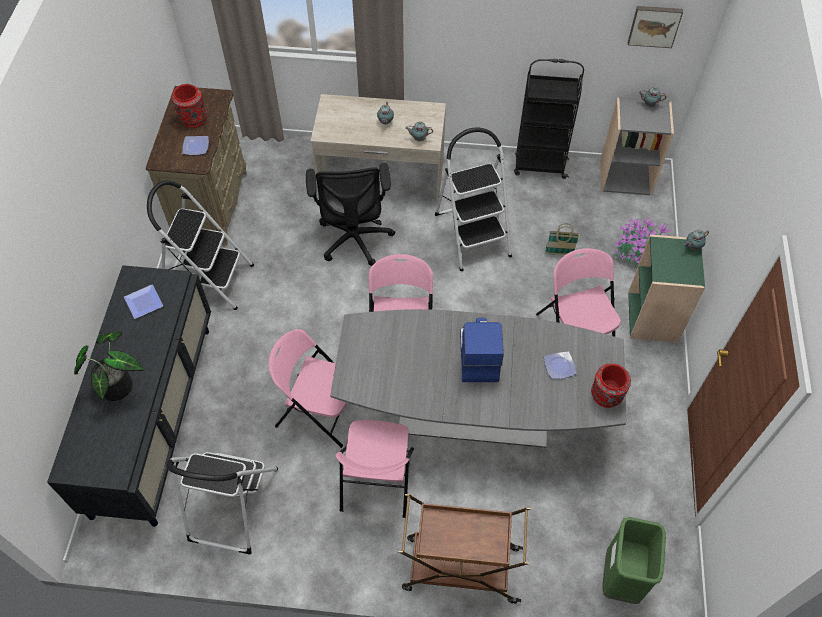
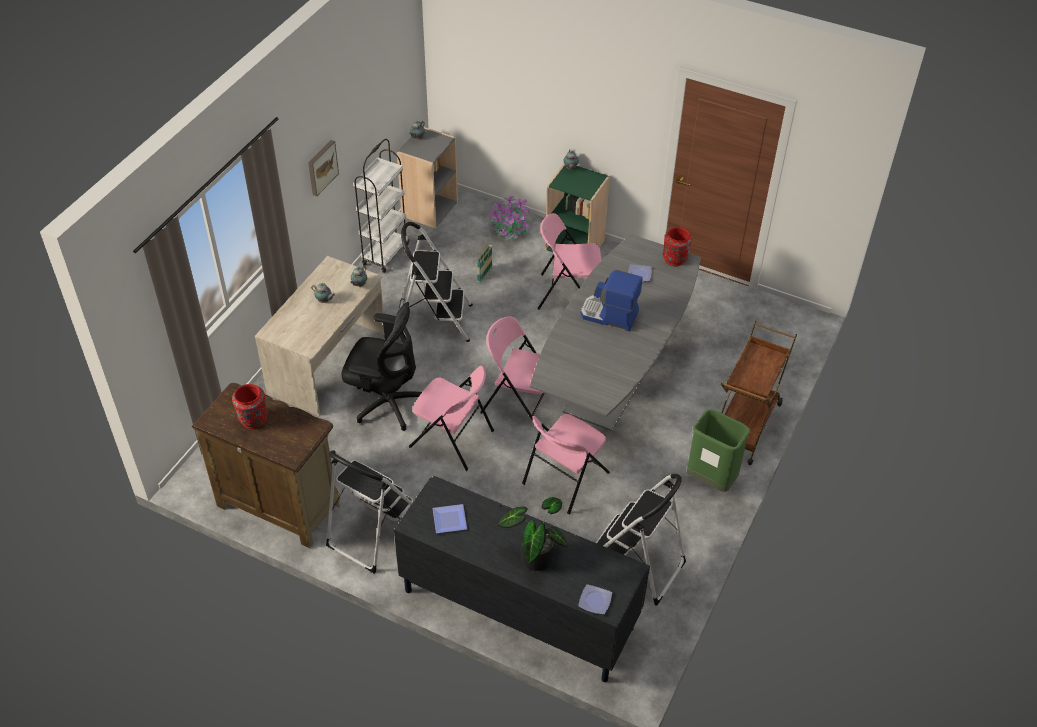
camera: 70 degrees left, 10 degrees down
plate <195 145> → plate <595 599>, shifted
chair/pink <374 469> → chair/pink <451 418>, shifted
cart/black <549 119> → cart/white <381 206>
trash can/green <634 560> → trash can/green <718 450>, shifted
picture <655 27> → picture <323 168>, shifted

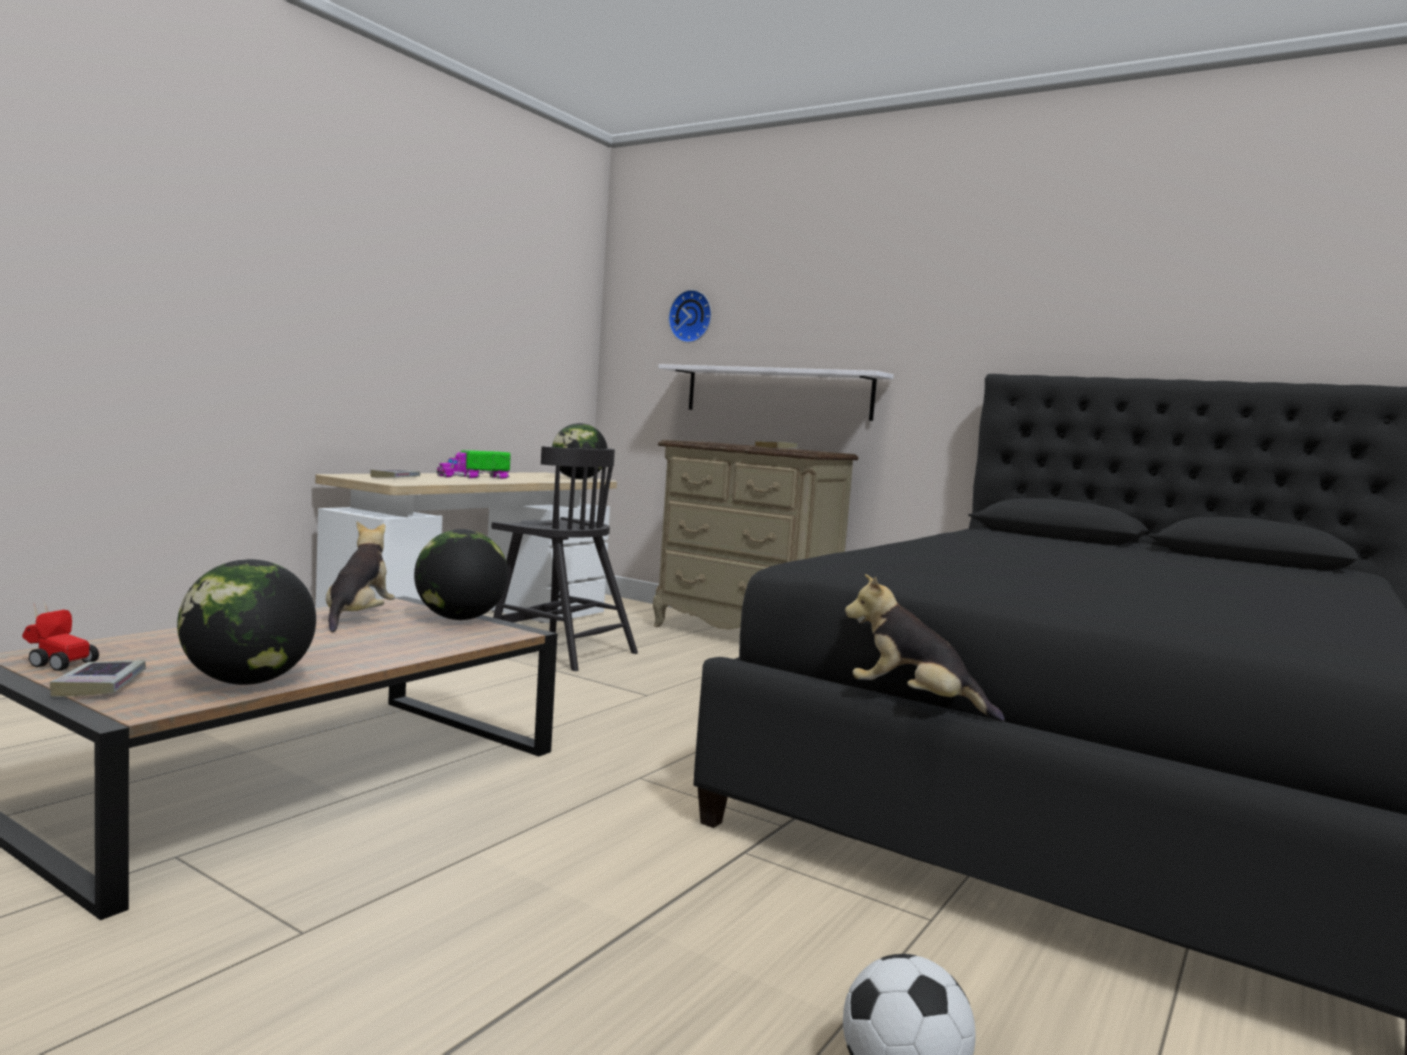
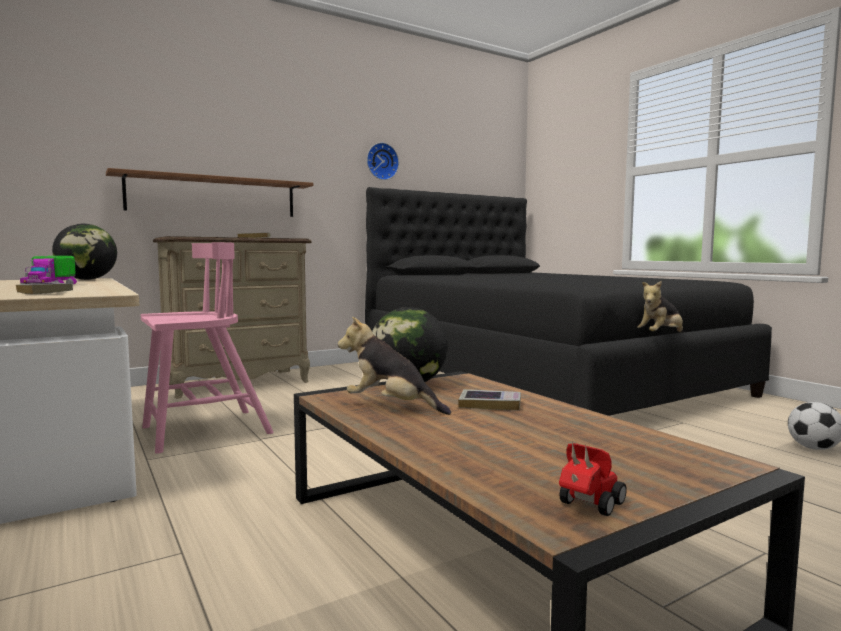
camera: 65 degrees left, 0 degrees up
book <98 678> → book <489 400>, shifted
globe <246 622> → -
chair/black <564 558> → chair/pink <207 348>
shelf/white <776 392> → shelf/brown <209 192>
wall clock <690 316> → wall clock <383 161>, shifted

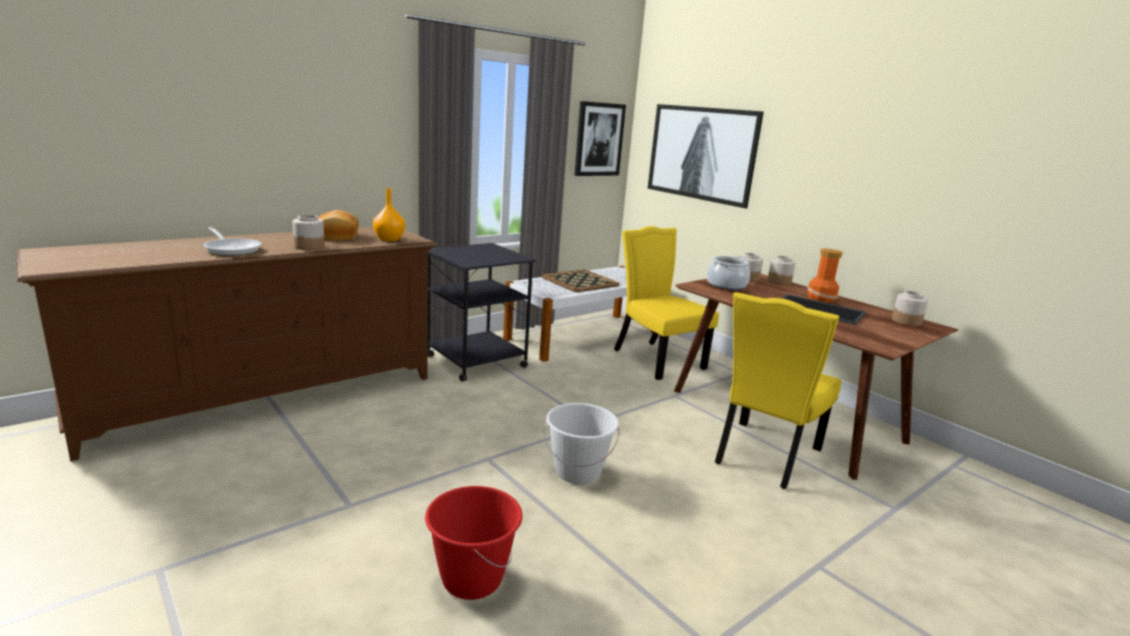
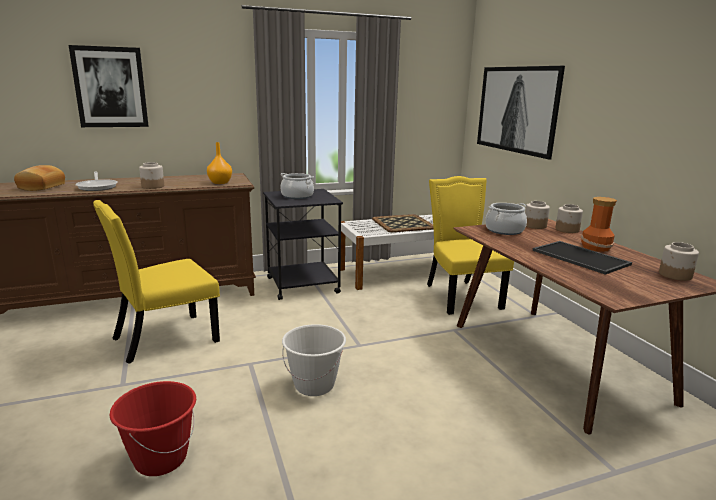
camera: 20 degrees right, 0 degrees up
bread <338 225> → bread <39 178>, shifted
picture <600 138> → picture <109 86>, shifted
chair/yellow <778 390> → chair/yellow <156 282>, shifted
- → cooking pot <297 186>

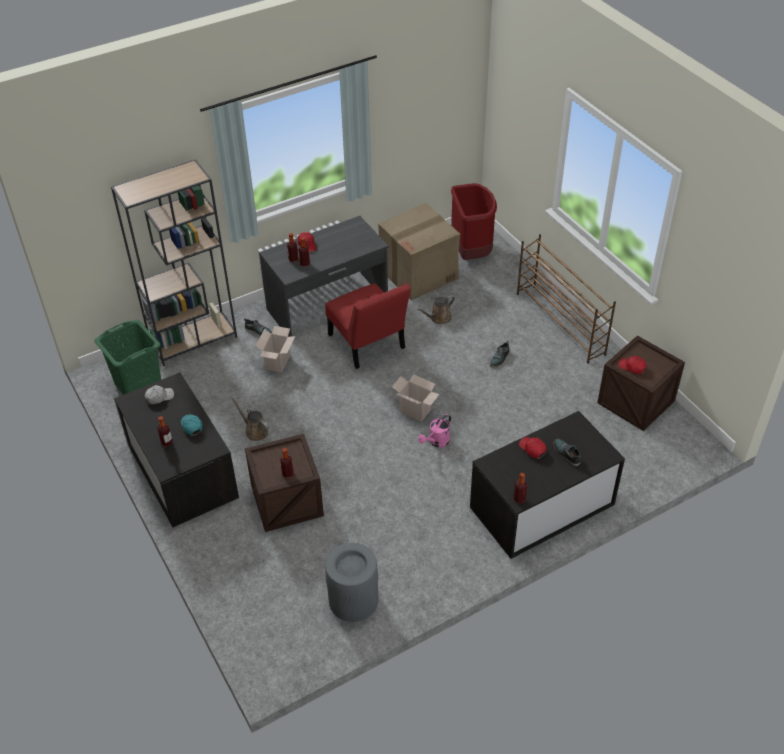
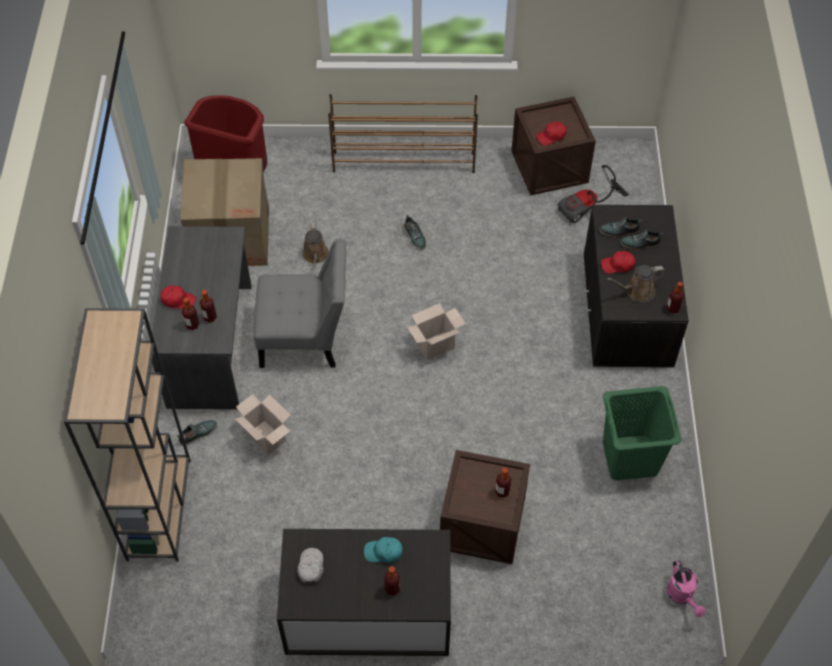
camera: 60 degrees left, 10 degrees up
laundry basket/green <127 357> → laundry basket/green <642 433>, shifted
watering can/brown <250 419> → watering can/brown <635 283>, shifted
chair/red <368 326> → chair/grey <300 303>
trash can/grey <351 582> → -
watering can/pink <434 431> → watering can/pink <686 588>, shifted
- → vacuum cleaner <593 194>
- → shoe <620 227>

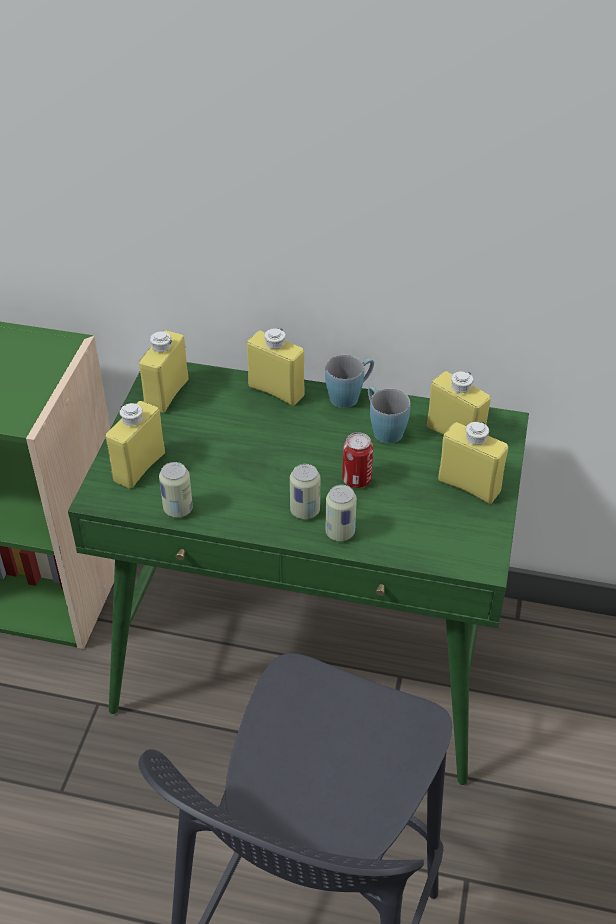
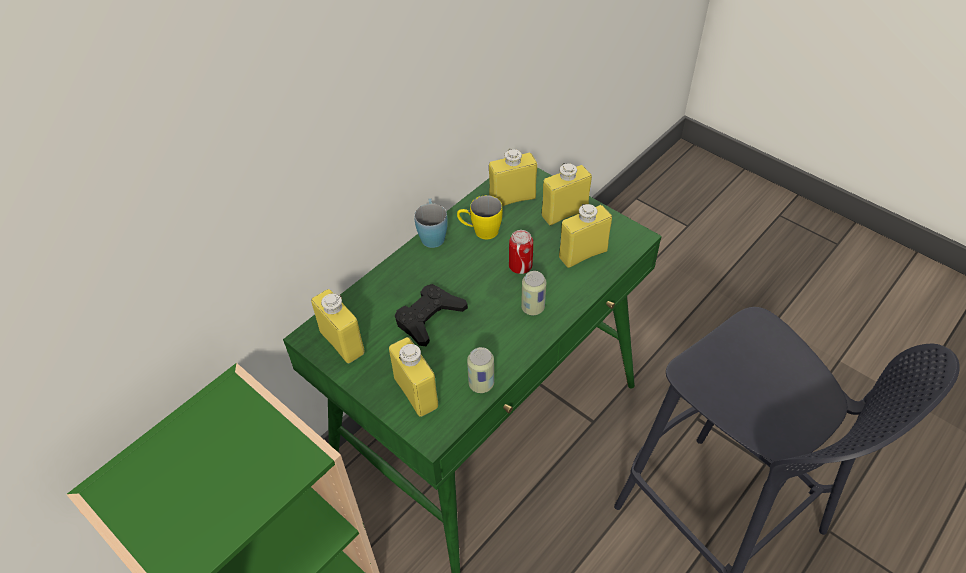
camera: 60 degrees left, 5 degrees up
bottle/yellow <276 367> → bottle/yellow <585 236>, shifted
can <341 513> → -
mug/blue <389 415> → mug/yellow <480 217>
- → game controller/black <431 315>

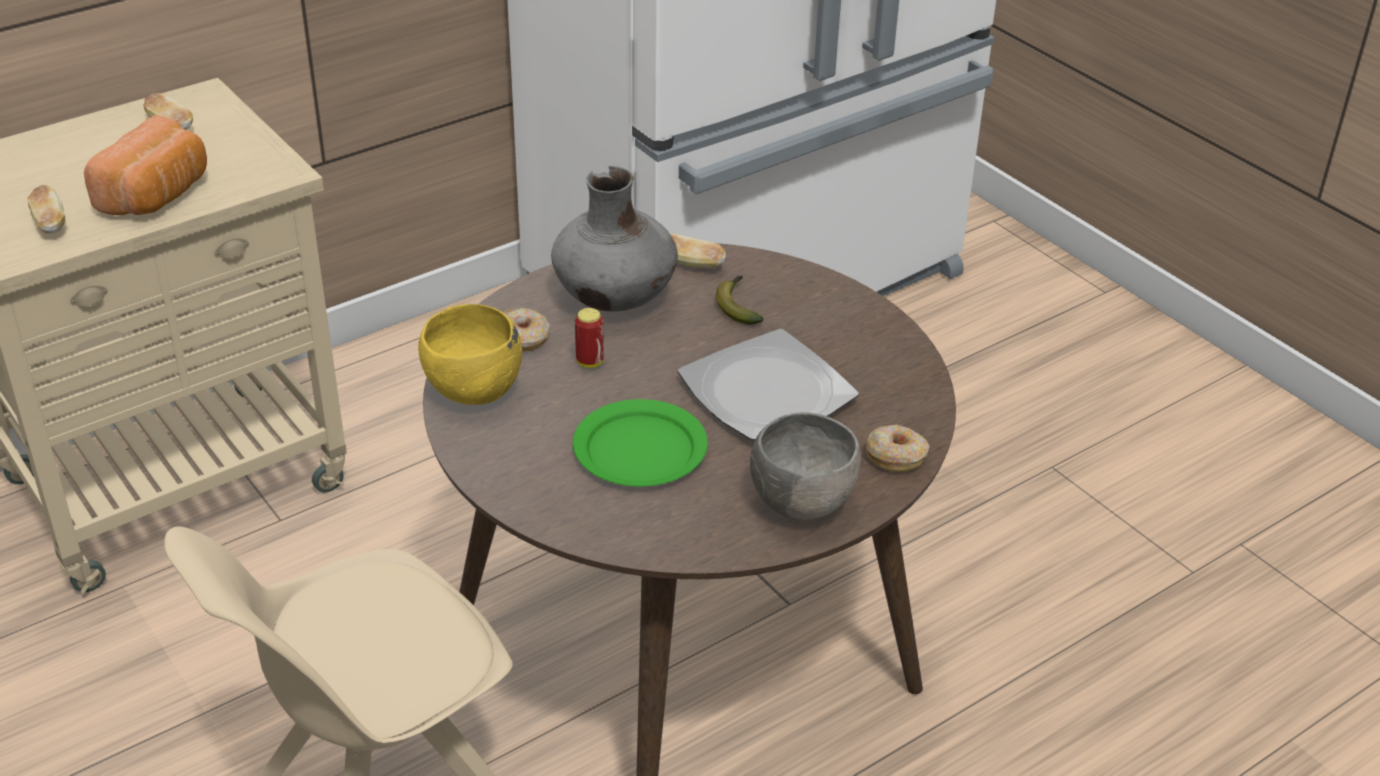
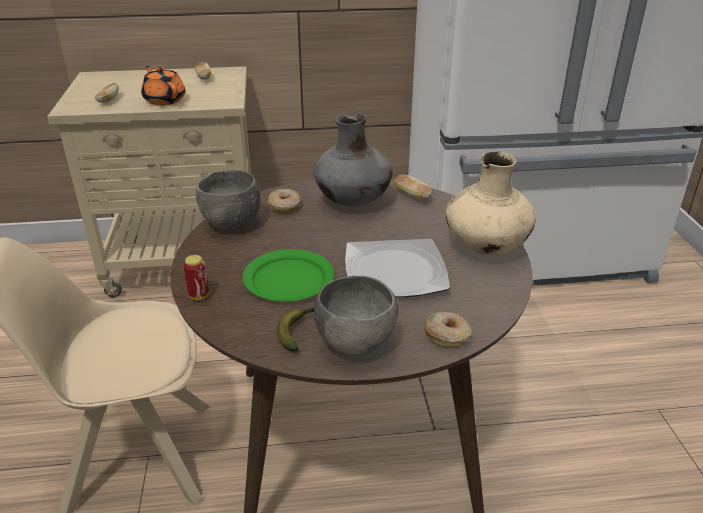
camera: 30 degrees right, 5 degrees down
bread <145 165> → teapot/orange <163 85>
bowl/yellow <470 354> → bowl/grey <228 200>
can <589 338> → can <196 277>, shifted
banana <739 300> → banana <295 329>, shifted
- → vase/beige <491 203>

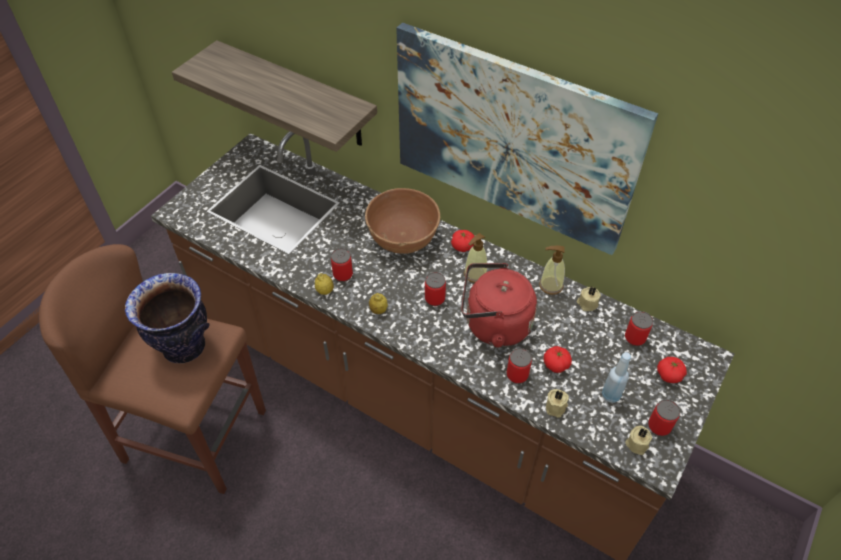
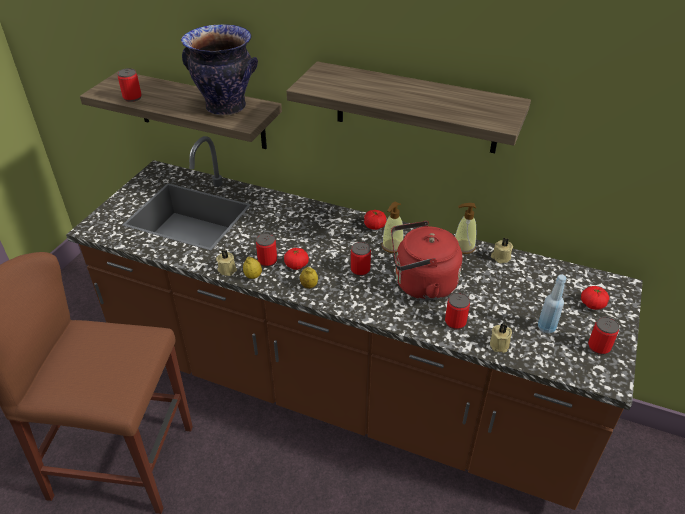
camera: 10 degrees left, 10 degrees down
vase <167 318> → vase <219 70>, shifted
bowl/brown <402 221> → -
picture <527 138> → shelf <408 107>
tomato <557 359> → tomato <296 259>, shifted
can <639 328> → can <129 85>, shifted
candle/beige <638 440> → candle/beige <226 263>, shifted

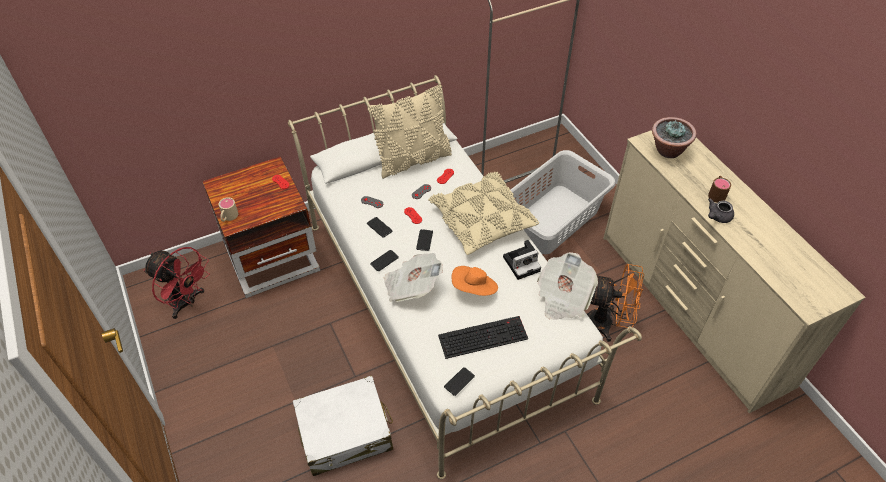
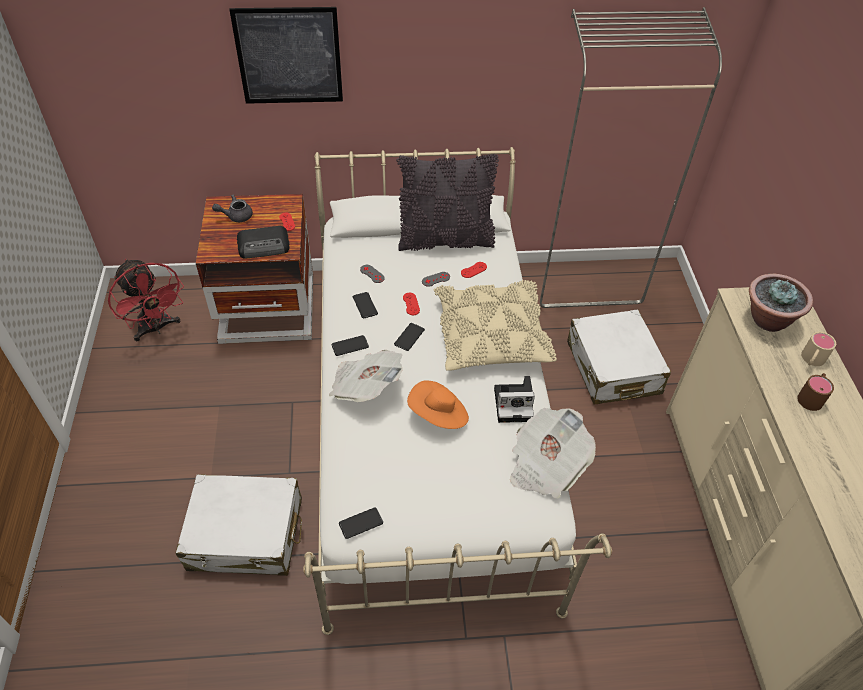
camera: 20 degrees right, 0 degrees up
mug/beige <228 209> → mug/beige <818 349>, shifted
pillow/beige <410 132> → pillow/black <447 202>
keyboard <483 337> → -
laundry basket/grey <563 202> → suitcase/white <619 356>
fan/orange <615 303> → -
teapot/grey <721 210> → teapot/grey <232 208>, shifted
- → picture <286 55>
- → radio <263 242>

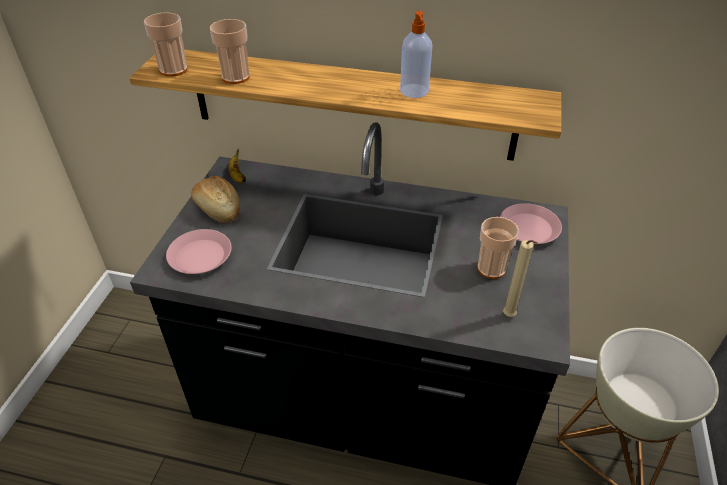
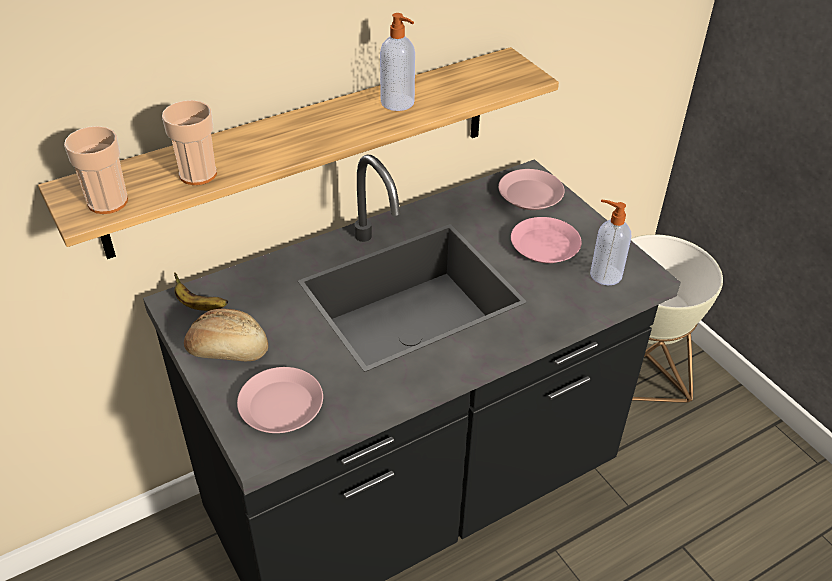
camera: 45 degrees left, 0 degrees up
cup <498 248> → plate/pink <546 240>
candle/beige <520 278> → soap dispenser <610 242>

